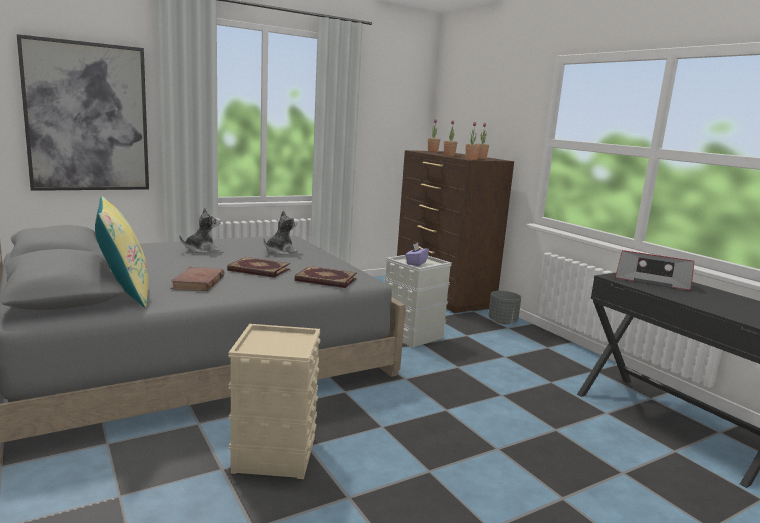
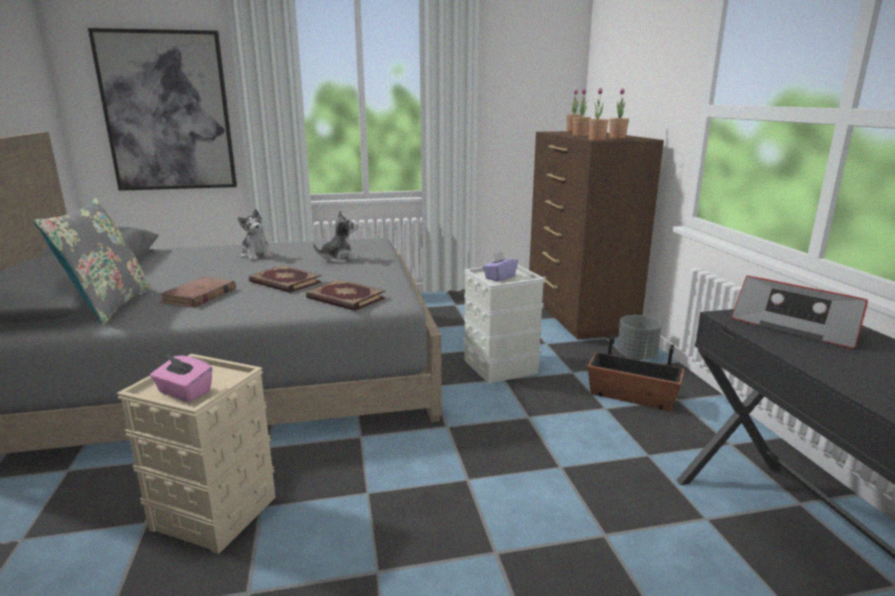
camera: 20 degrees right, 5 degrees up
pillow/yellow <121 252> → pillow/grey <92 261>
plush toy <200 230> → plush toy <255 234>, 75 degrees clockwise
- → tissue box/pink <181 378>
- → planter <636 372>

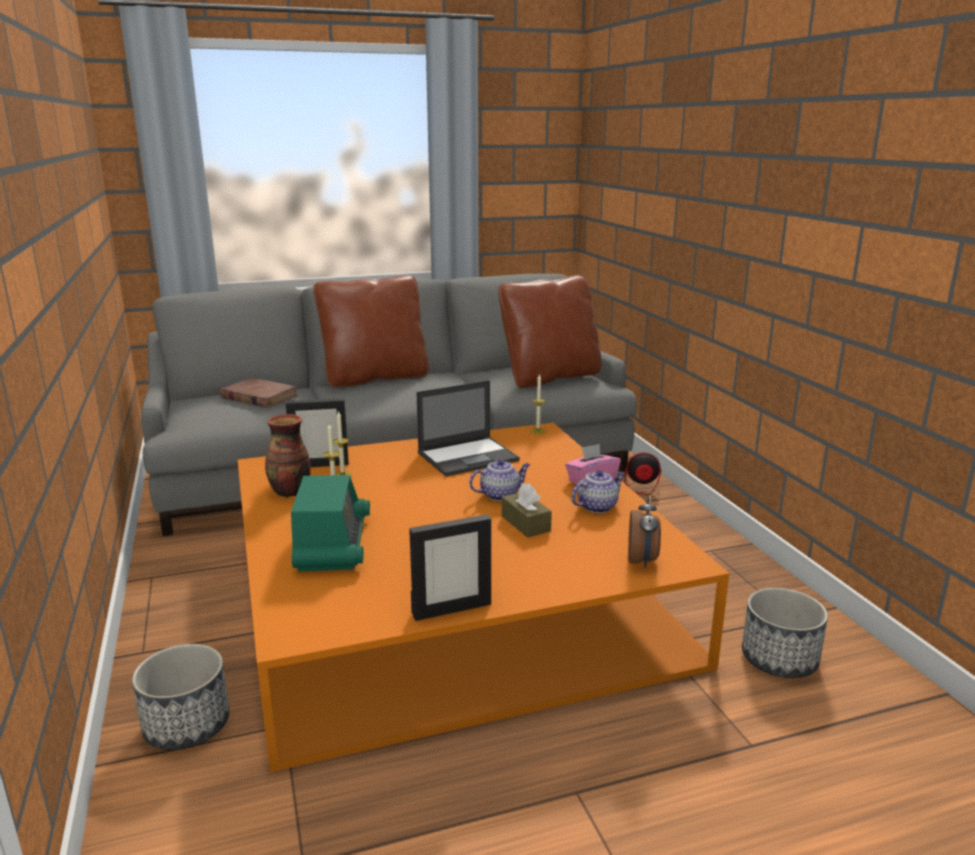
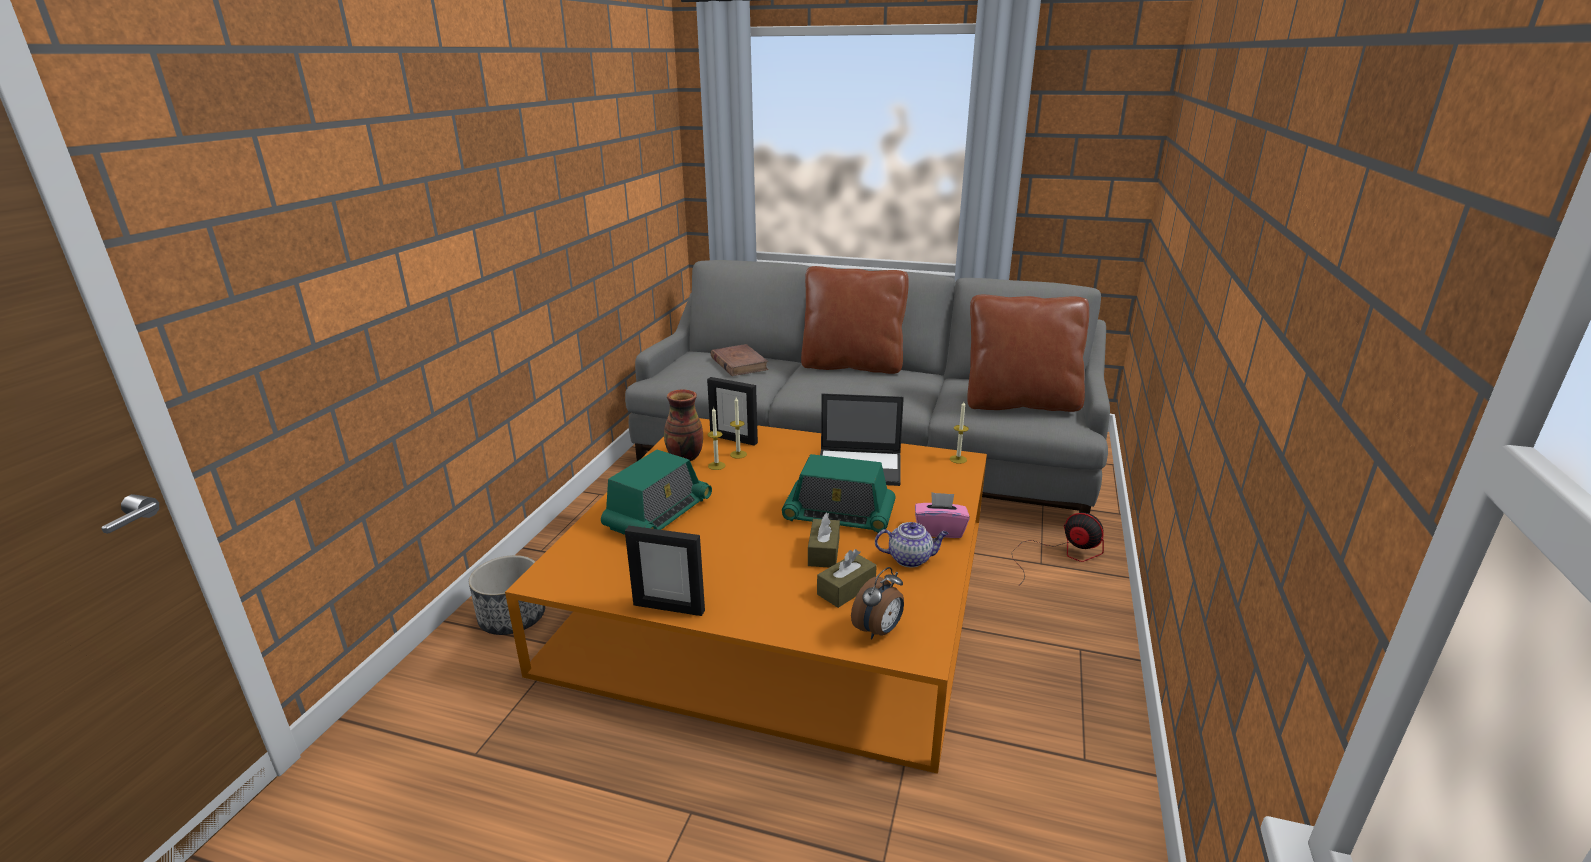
camera: 35 degrees right, 5 degrees up
teapot <499 480> → radio <839 493>
planter <785 633> → -
- → tissue box/brown <847 578>

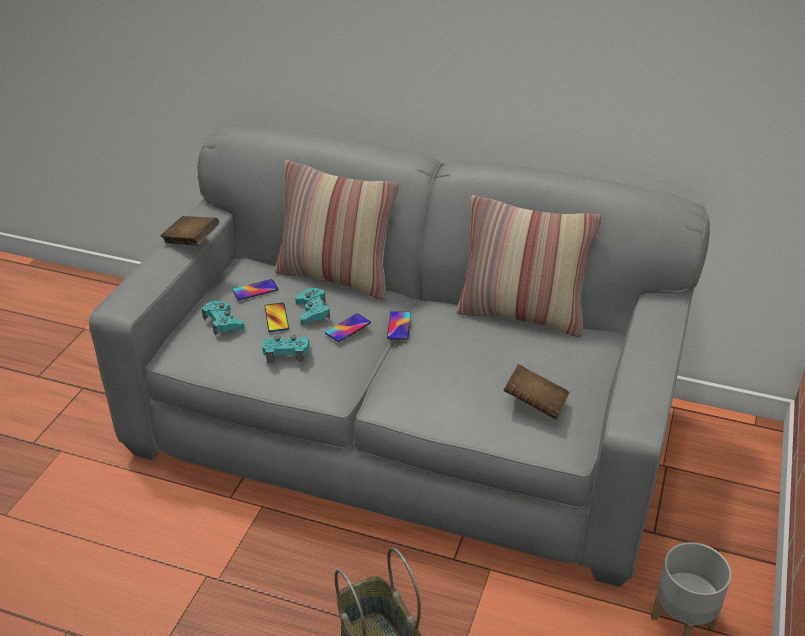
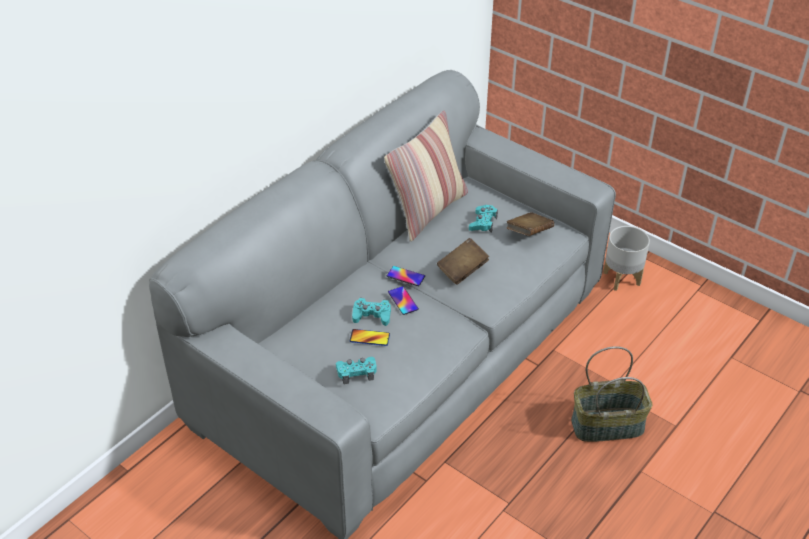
camera: 70 degrees left, 5 degrees up
book/brown <189 231> → book/brown <463 261>, shifted
phone <255 289> → -
game controller/turquoise <285 349> → game controller/turquoise <483 218>, shifted
pillow <337 230> → -

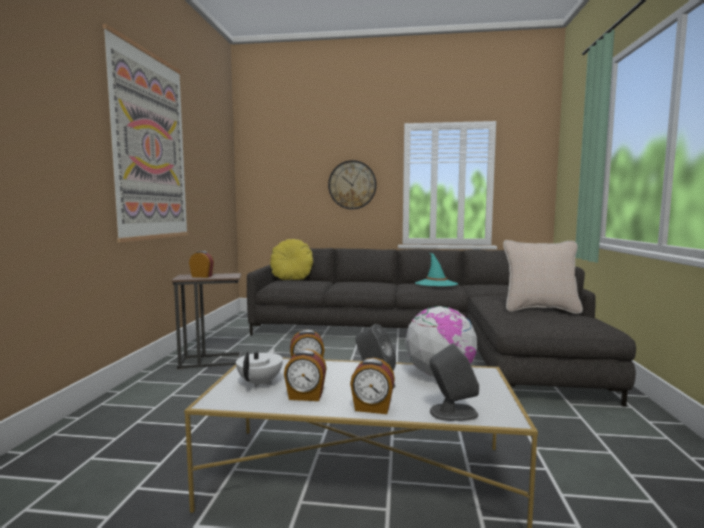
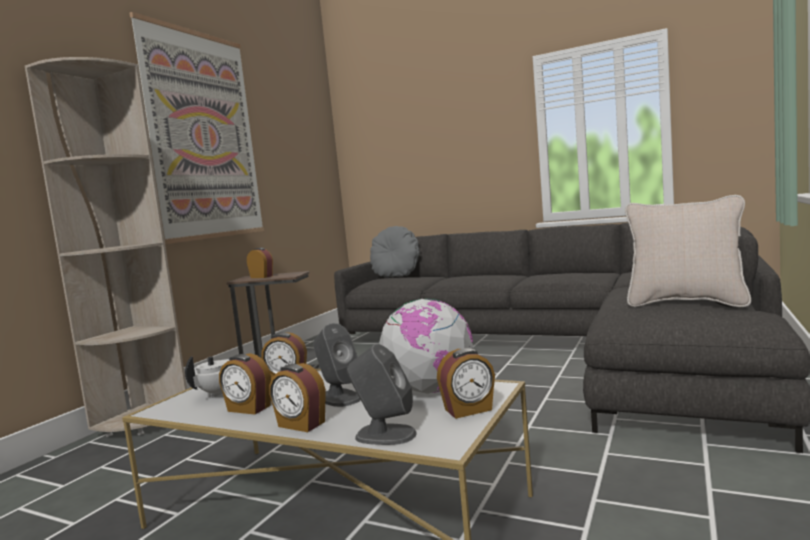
camera: 20 degrees right, 0 degrees up
pillow/yellow <291 259> → pillow/grey <395 252>
wall clock <352 184> → -
hat/turquoise <436 269> → -
- → bookcase/beige <106 247>
- → alarm clock <466 383>

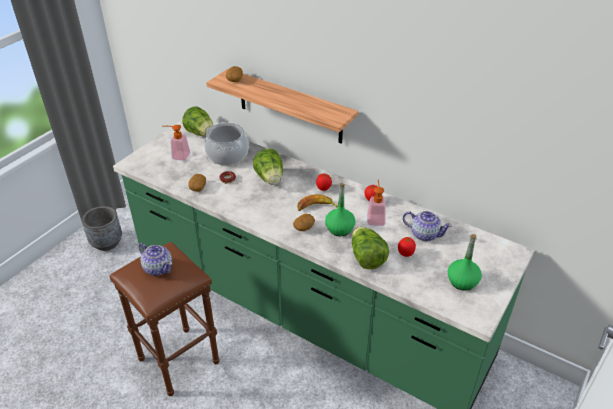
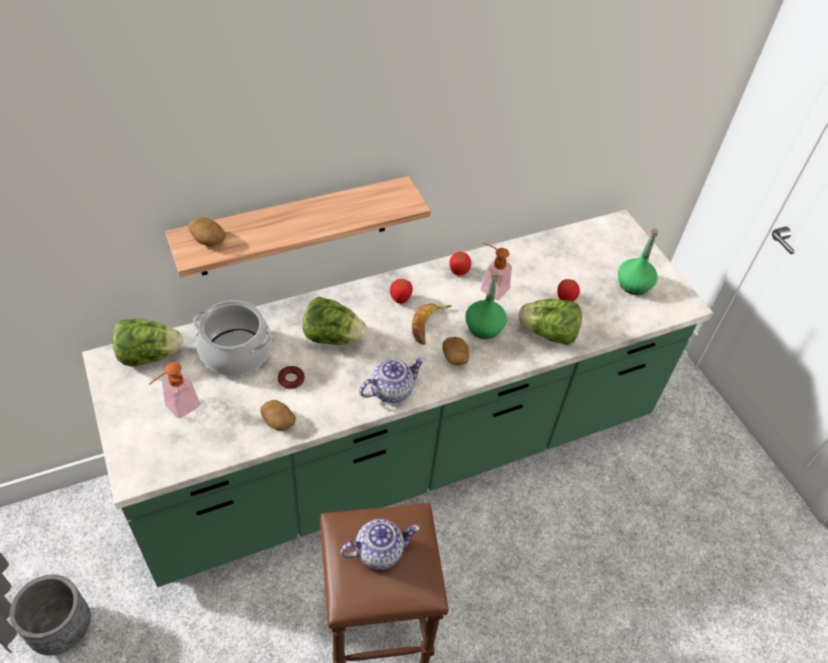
camera: 60 degrees left, 10 degrees up
teapot <427 226> → teapot <392 380>, shifted

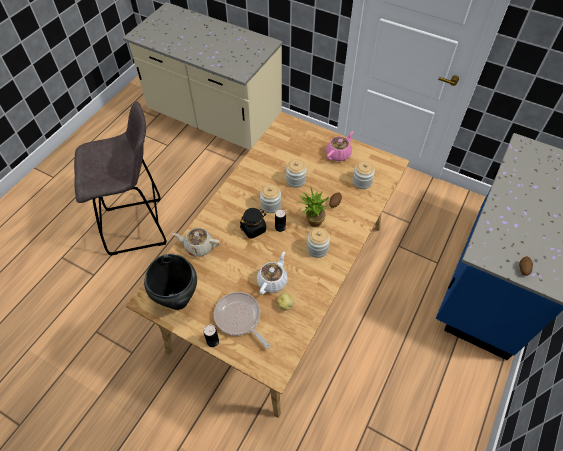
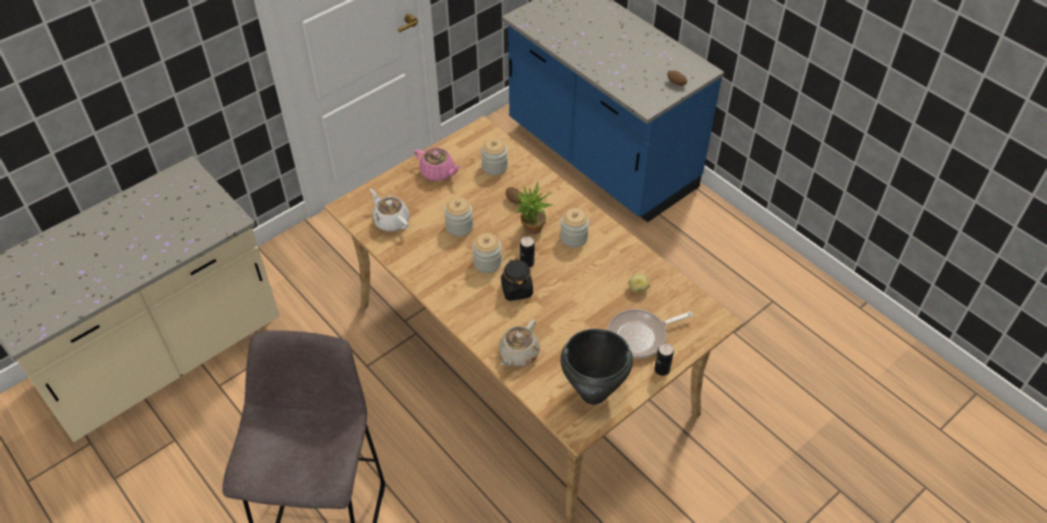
camera: 70 degrees left, 5 degrees down
teapot/white <272 273> → teapot/white <390 210>, shifted
teapot/pink <339 146> → teapot/pink <438 164>, 150 degrees clockwise

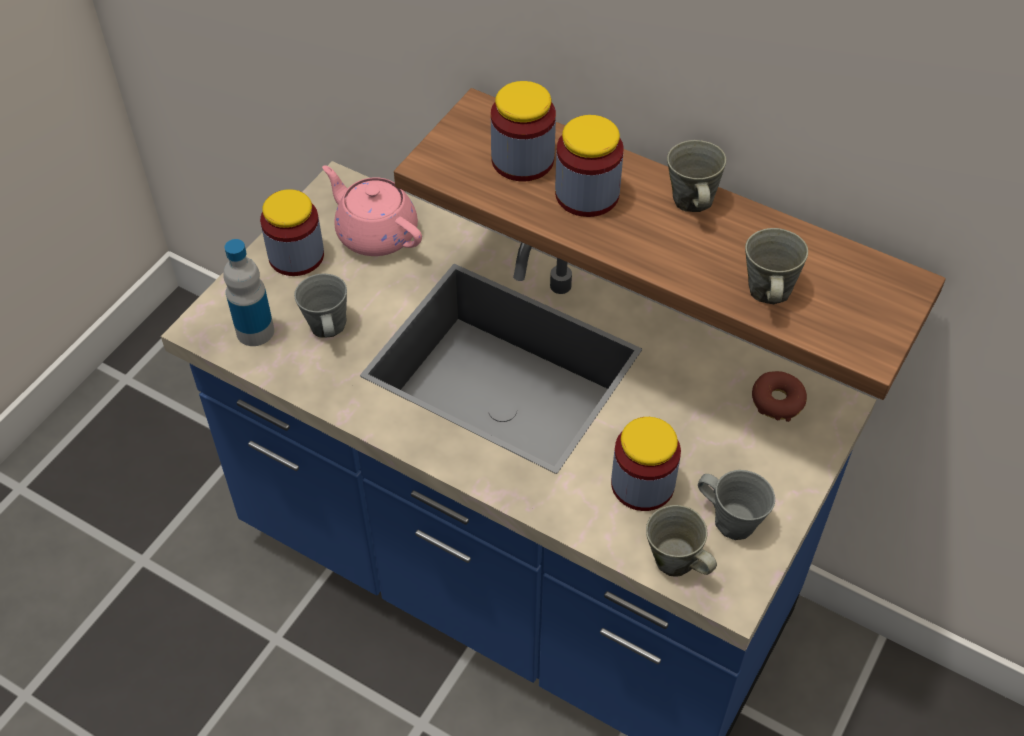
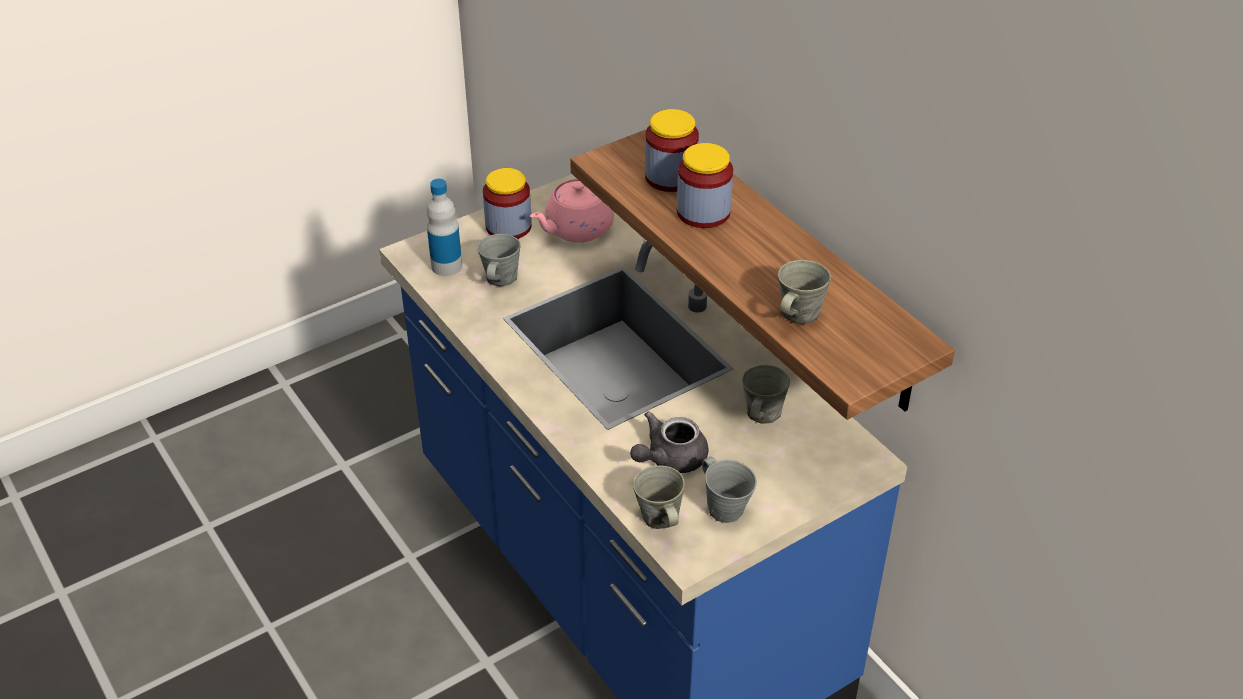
camera: 25 degrees right, 10 degrees down
teapot/pink <372 210> → teapot/pink <572 211>, 105 degrees counterclockwise
jar <646 464> → teapot/grey <669 442>
mug/grey <696 176> → mug/grey <766 394>, shifted
donut <779 396> → -

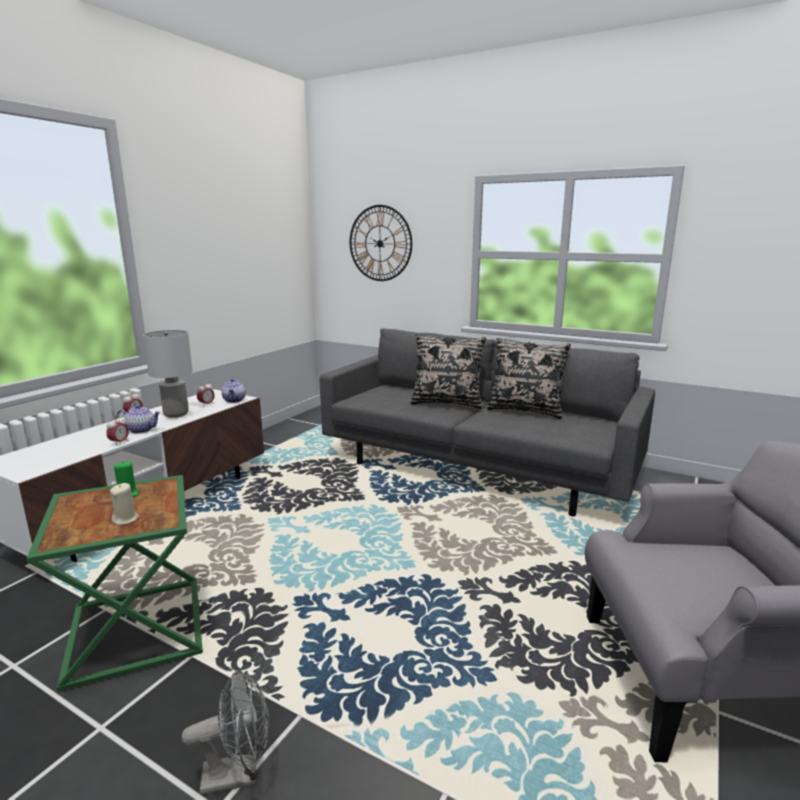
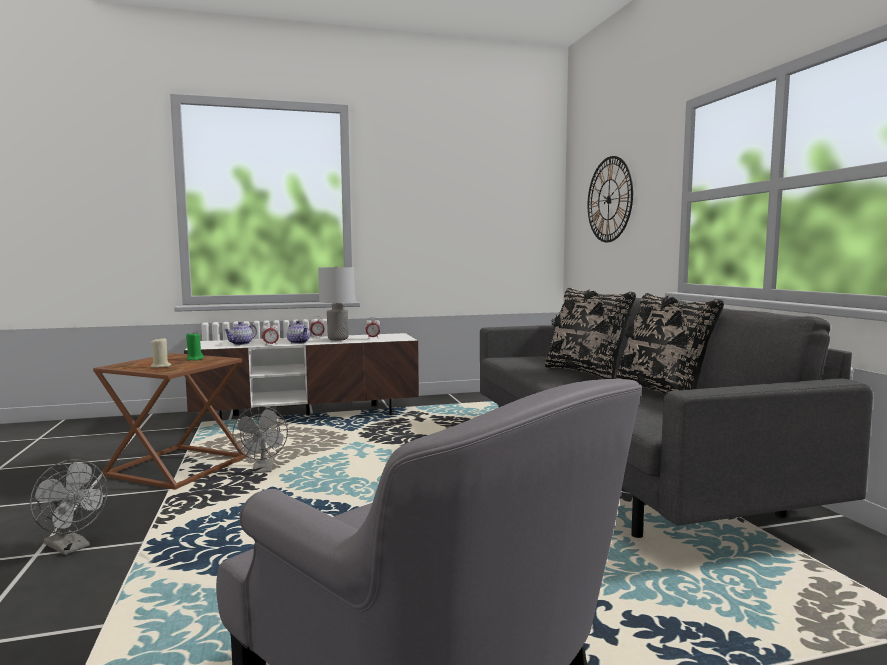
camera: 45 degrees right, 10 degrees down
side table/green <114 583> → side table/brown <170 421>
teapot <233 391> → teapot <240 333>, shifted
- → fan/grey <260 439>

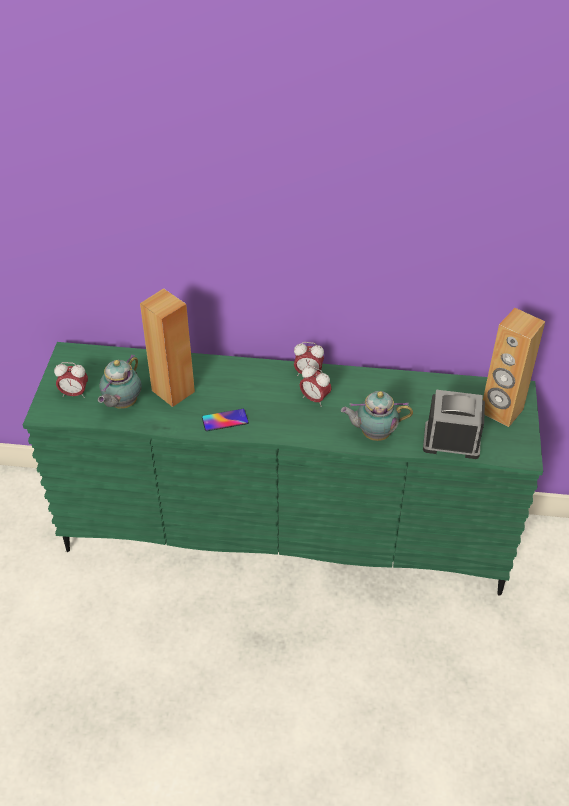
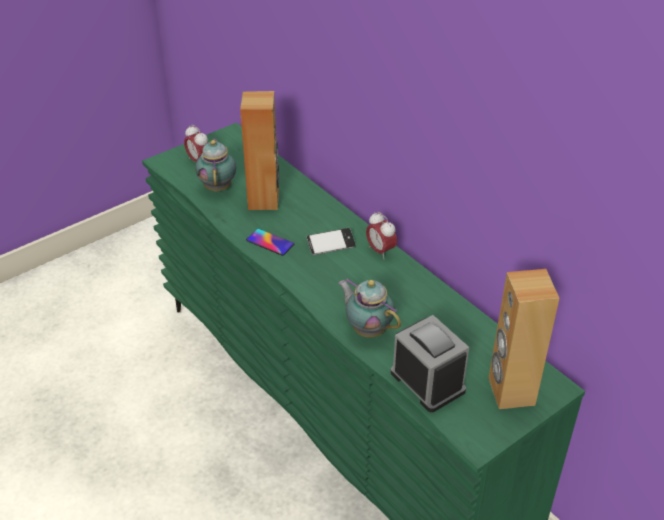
camera: 45 degrees right, 5 degrees down
teapot <120 381> → teapot <215 164>, 105 degrees clockwise
alarm clock <315 386> → -
- → phone <331 241>

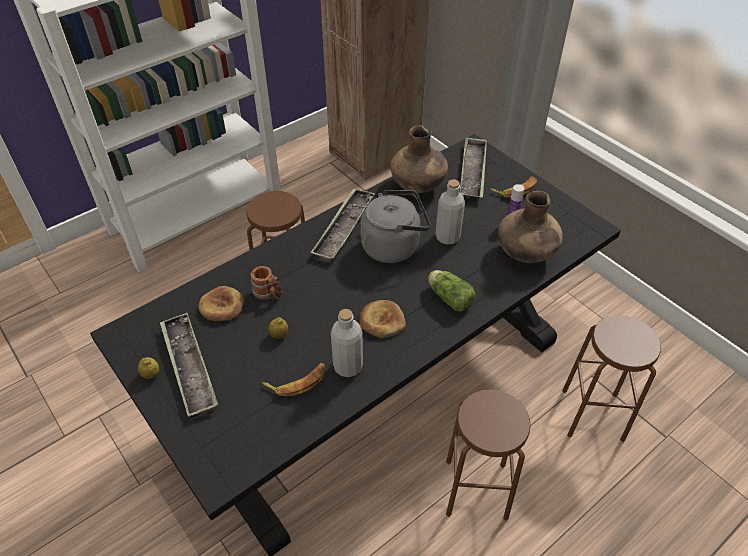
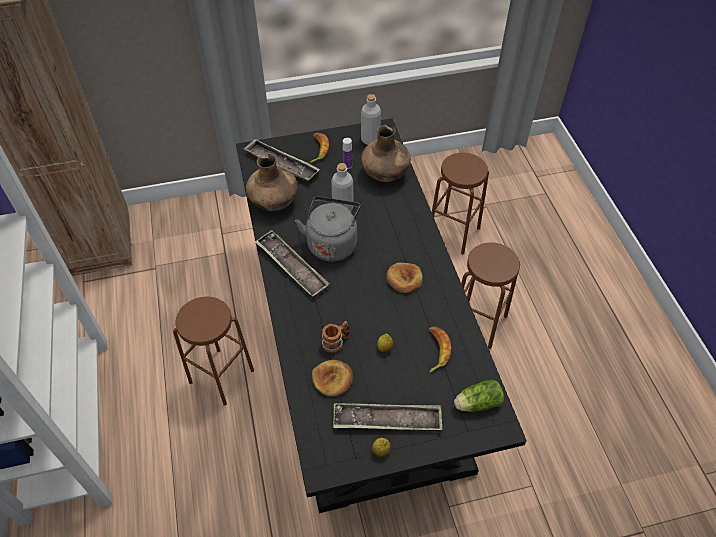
camera: 65 degrees left, 5 degrees up
bottle/grey <347 343> → bottle/grey <371 119>, shifted
lettuce <451 291> → lettuce <479 396>, shifted

